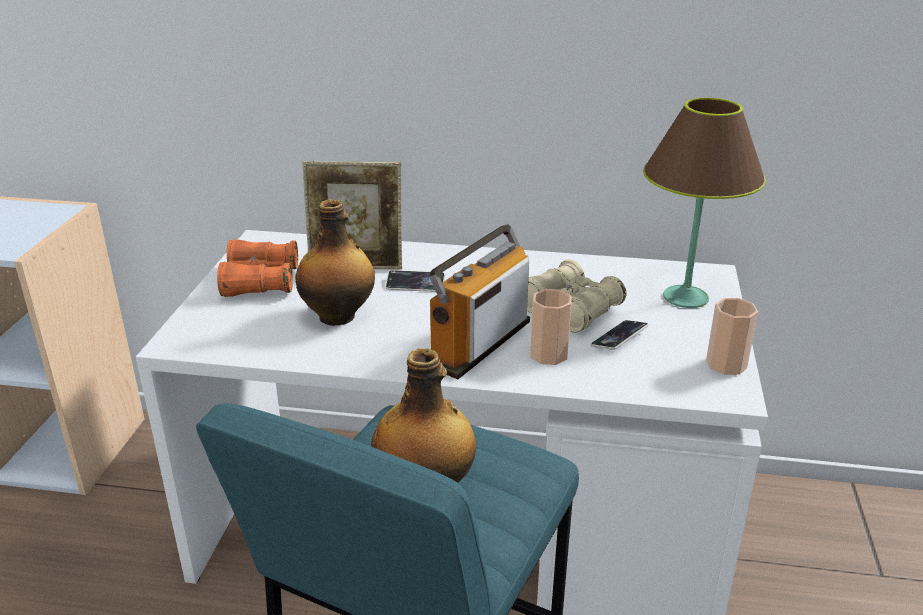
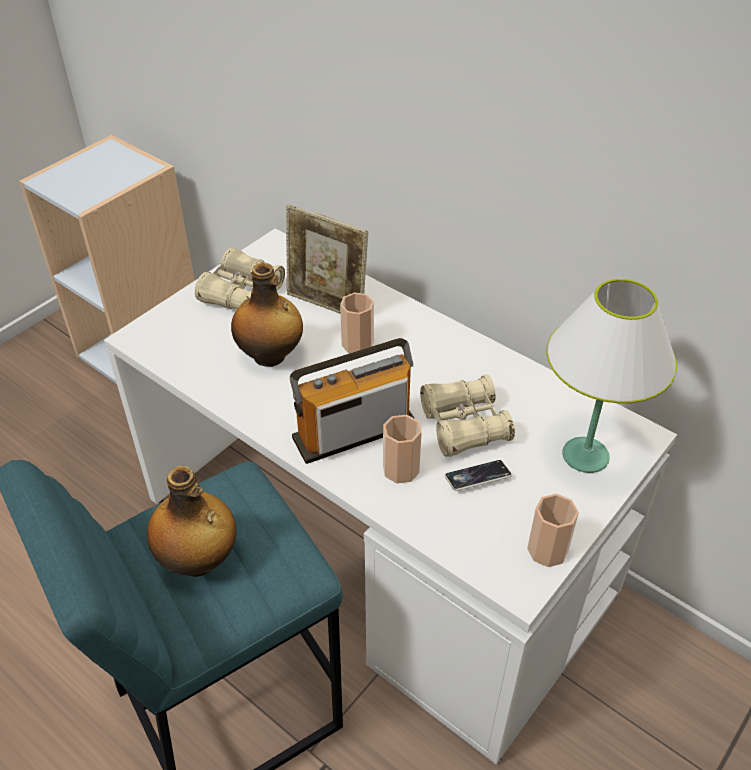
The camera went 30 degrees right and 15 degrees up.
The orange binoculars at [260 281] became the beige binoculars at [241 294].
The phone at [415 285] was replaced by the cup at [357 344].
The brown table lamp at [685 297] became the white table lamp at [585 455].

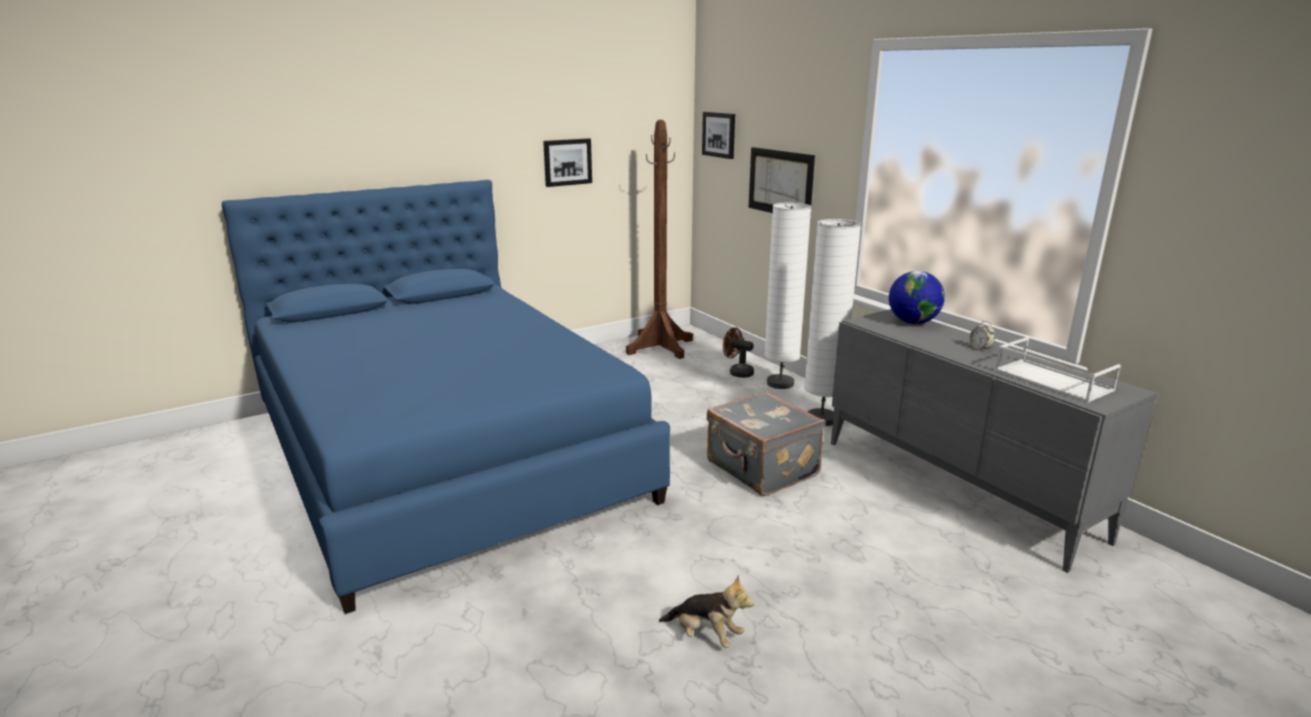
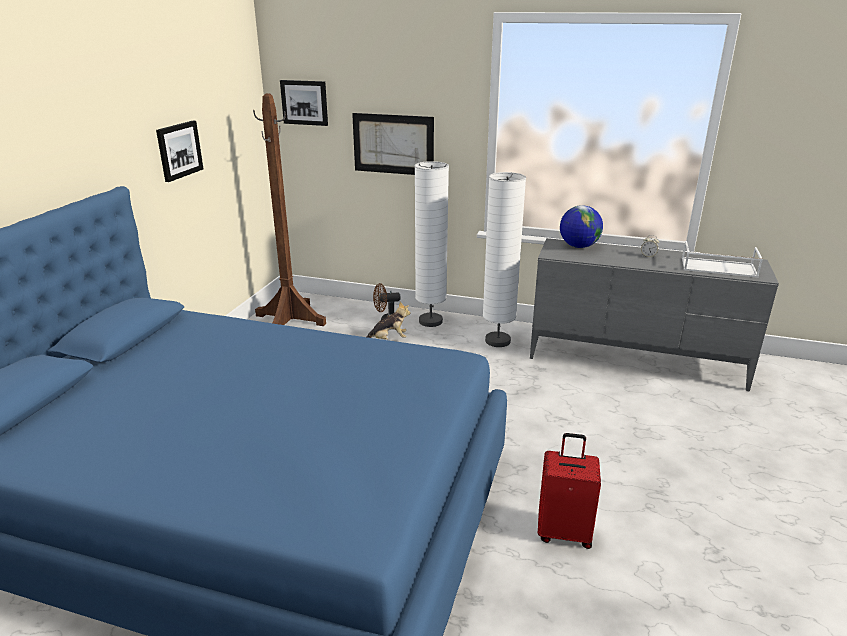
The camera went 40 degrees left and 5 degrees up.
The plush toy moved from [705 635] to [388 340].
The grey suitcase at [761 469] disappeared.
The red suitcase at [564 532] appeared.

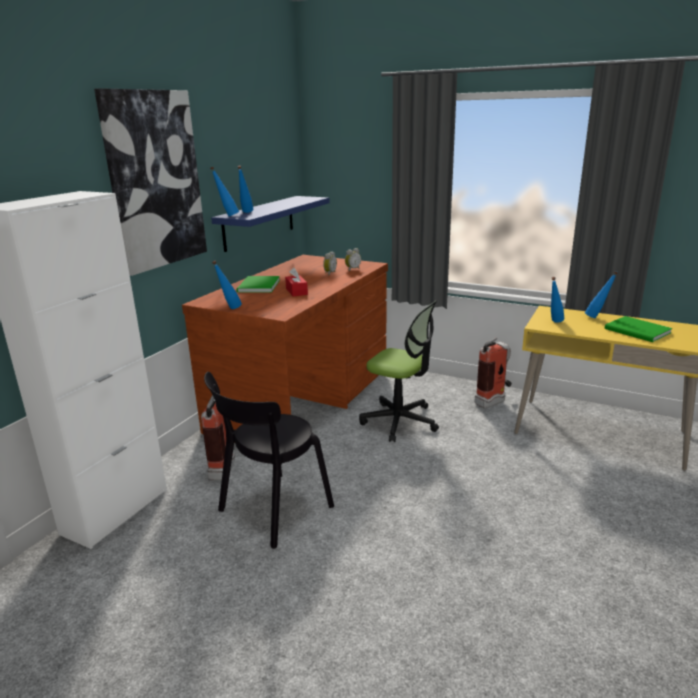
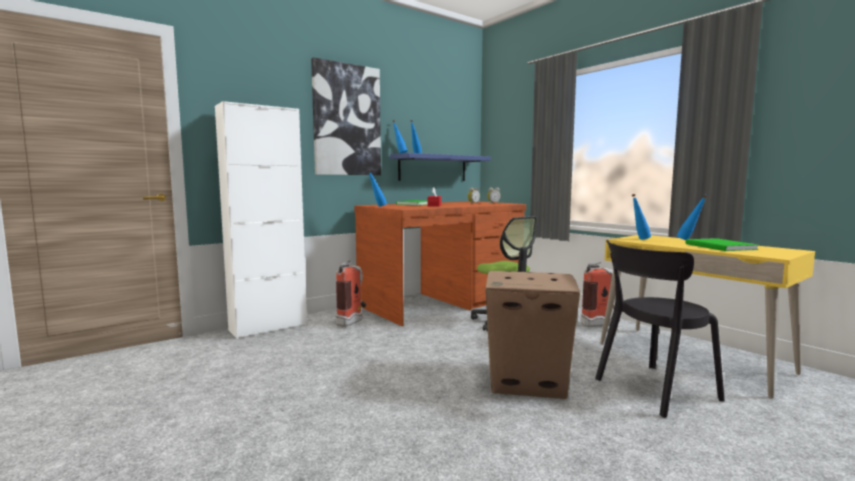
The camera went 25 degrees right and 15 degrees down.
The black chair moved from [272 511] to [652 390].
The cardboard box at [528 380] appeared.

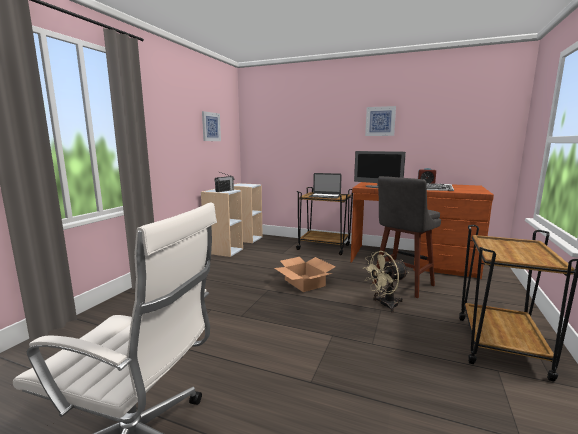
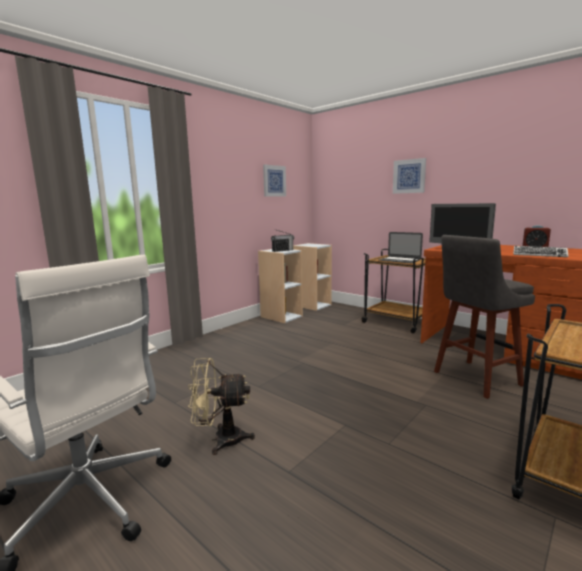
The camera went 20 degrees right and 0 degrees up.
The cardboard box at [304 283] disappeared.
The beige fan moved from [384 305] to [220 440].
The picture moved from [380 121] to [409 176].

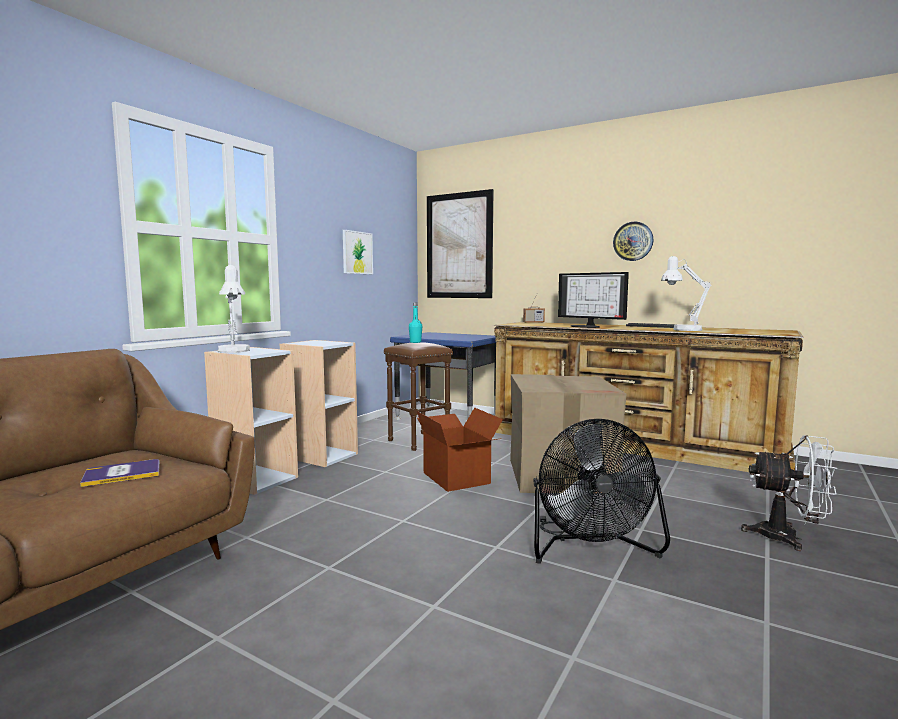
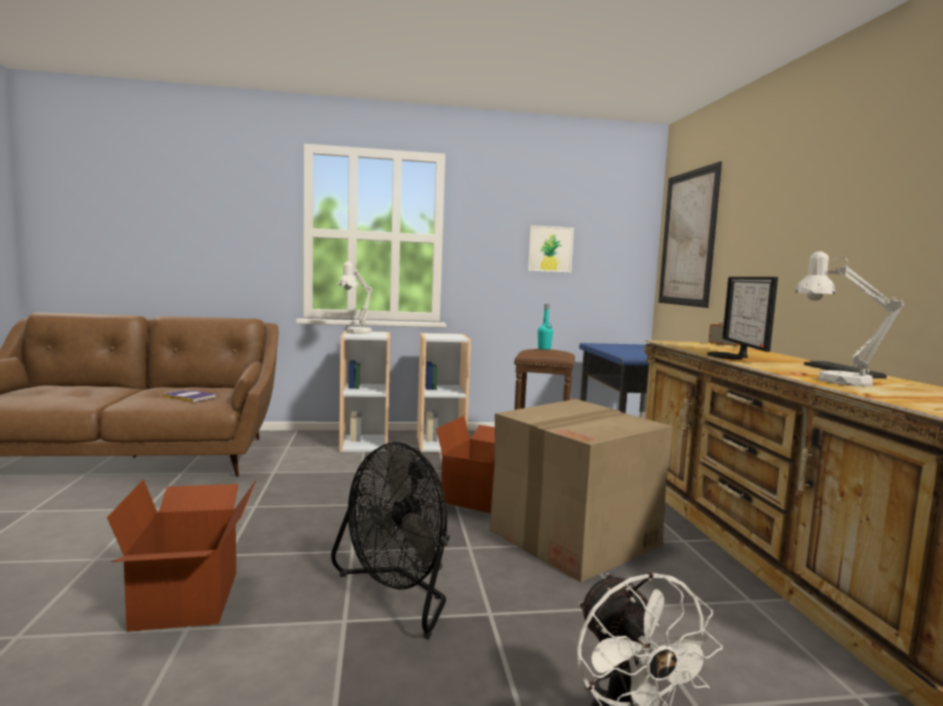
The camera went 50 degrees right and 0 degrees up.
The wall clock at [633 241] disappeared.
The cardboard box at [189 599] appeared.

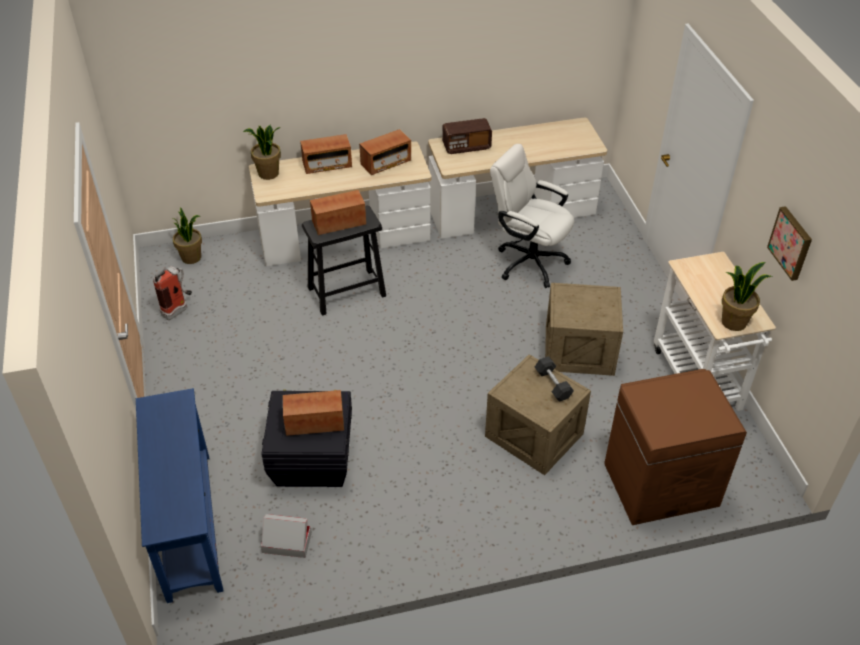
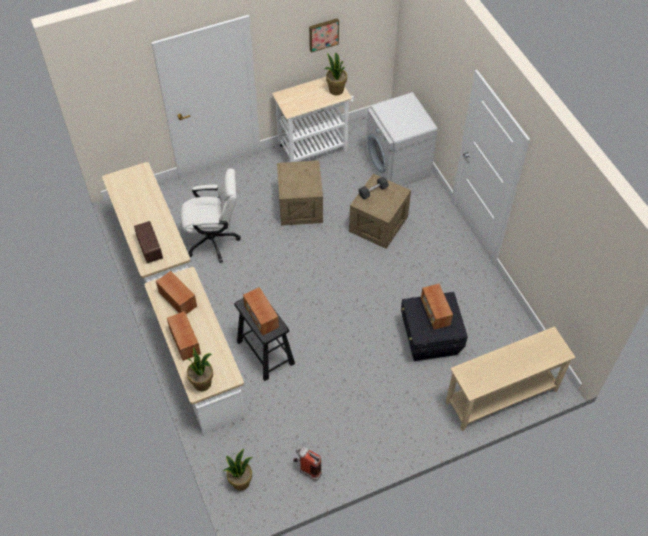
The camera went 100 degrees left and 10 degrees up.
The blue console table at [188 525] became the beige console table at [501 397].
The cardboard box at [286 542] disappeared.
The white office chair at [527 262] turned 120 degrees counterclockwise.
The brown washing machine at [658 481] became the white washing machine at [397 165].

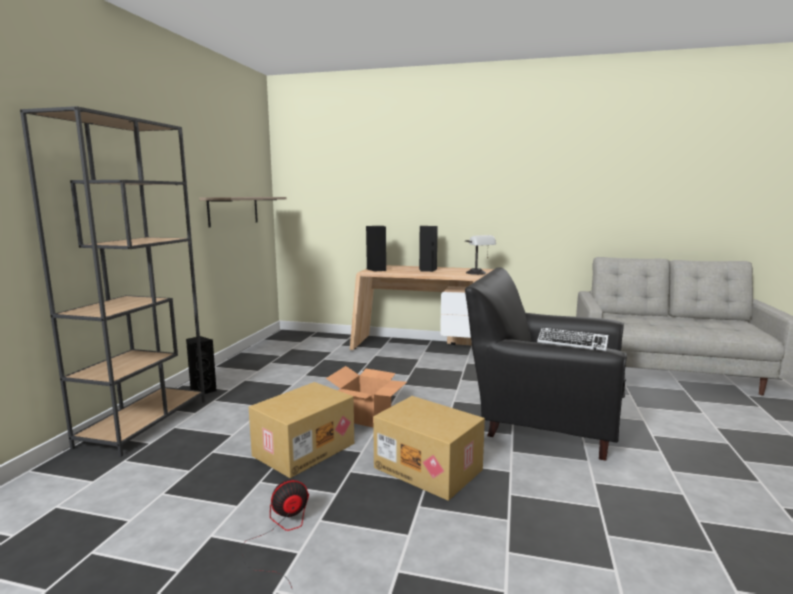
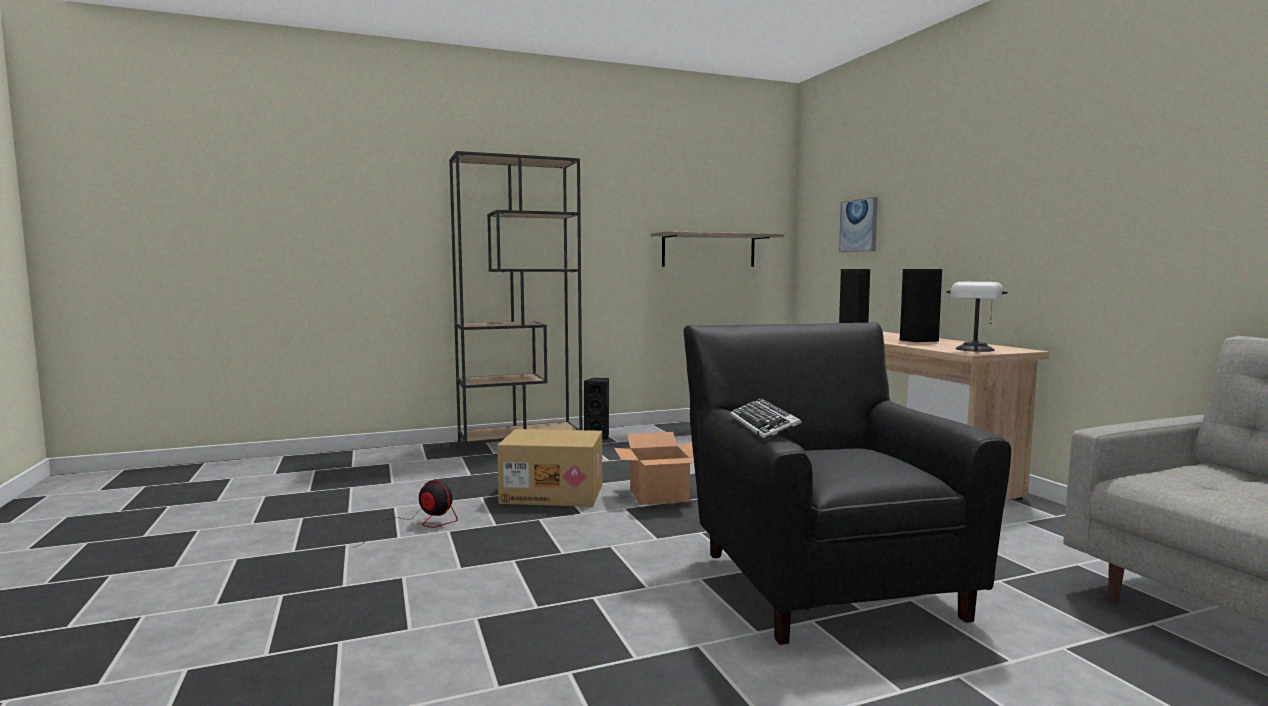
The camera went 55 degrees right and 5 degrees down.
The cardboard box at [429 468] disappeared.
The picture at [859 225] appeared.

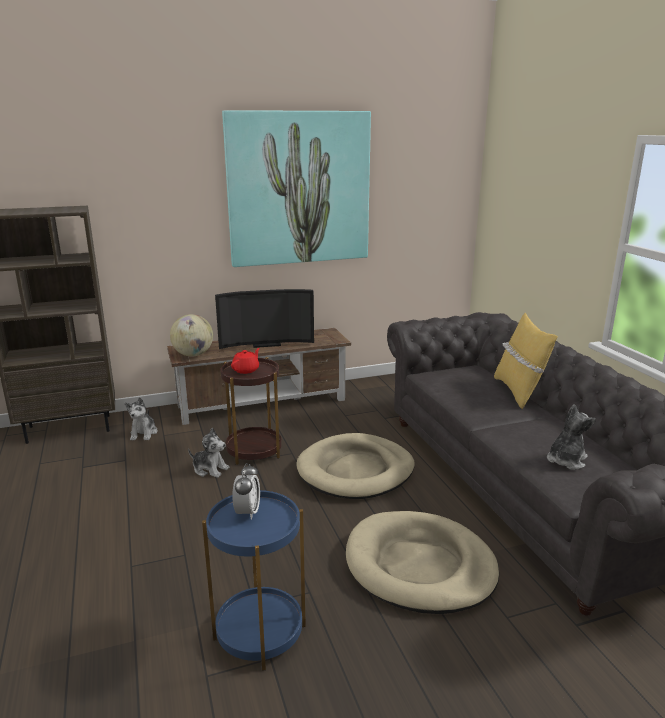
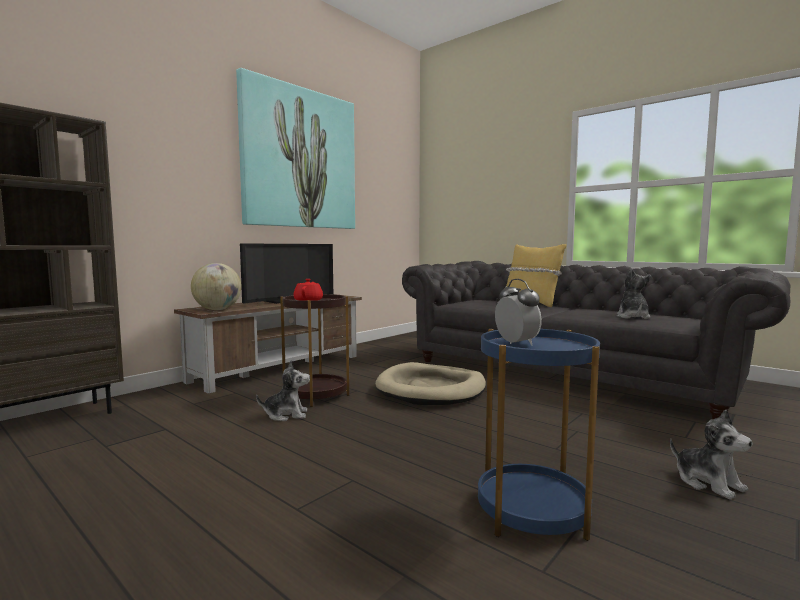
The camera went 30 degrees left and 15 degrees down.
The plush toy moved from [144 433] to [708 483].
The beige dog bed at [419 566] disappeared.

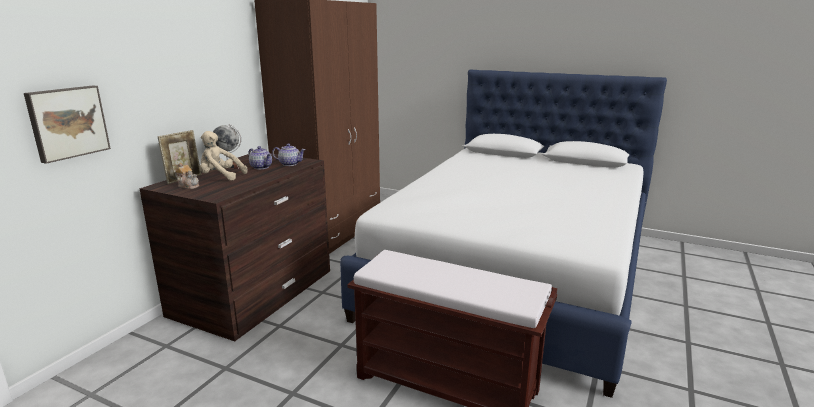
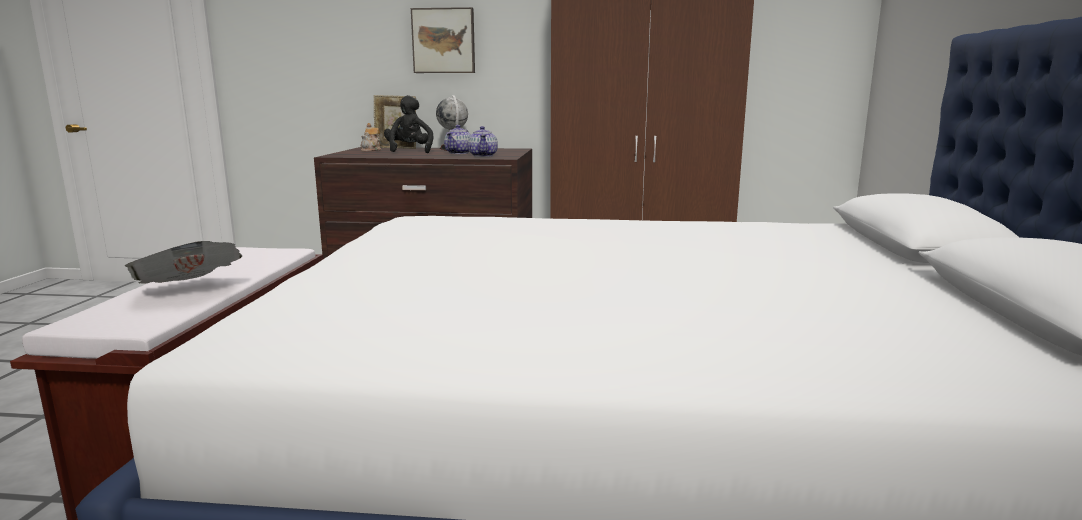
The camera went 70 degrees right and 5 degrees down.
The picture moved from [67 122] to [444 41].
The beige plush toy at [220 177] became the black plush toy at [409 151].
The newspaper at [190 291] appeared.

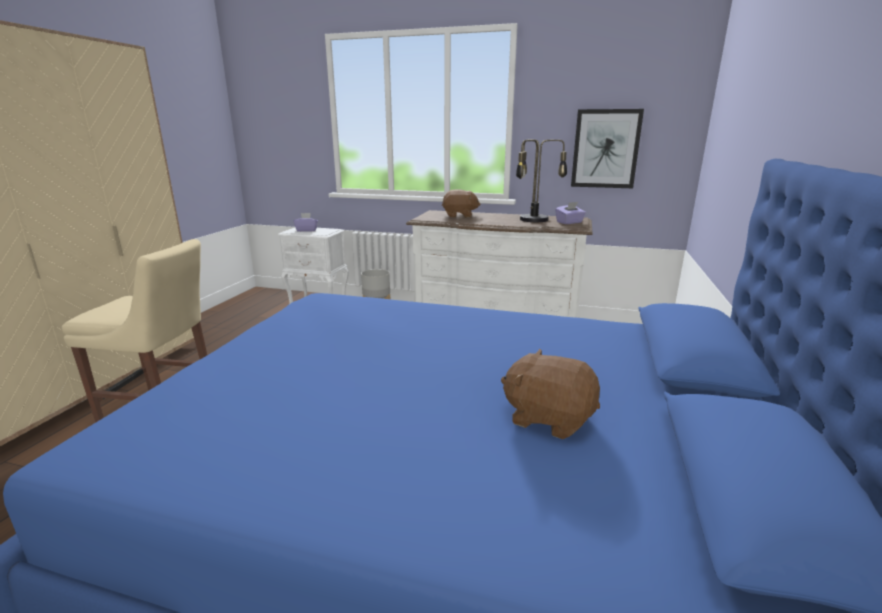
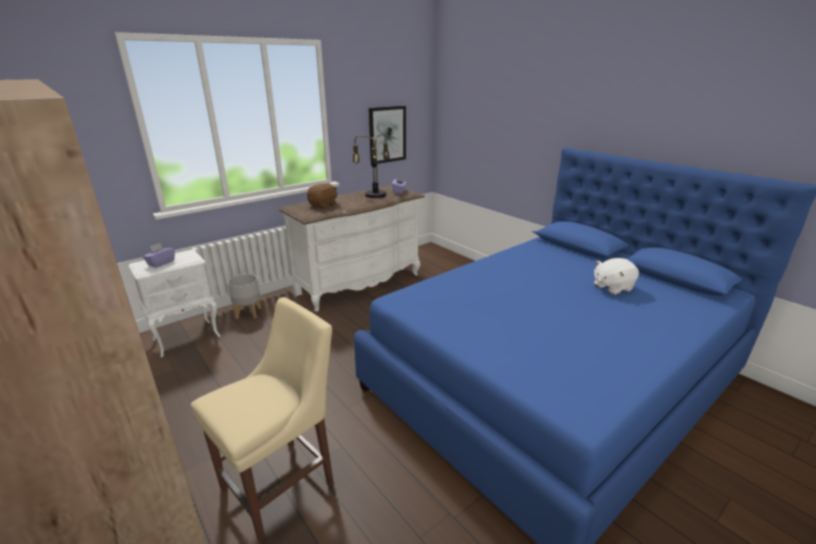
The camera went 55 degrees left and 5 degrees up.
The brown plush toy at [548 418] became the white plush toy at [612 287].

